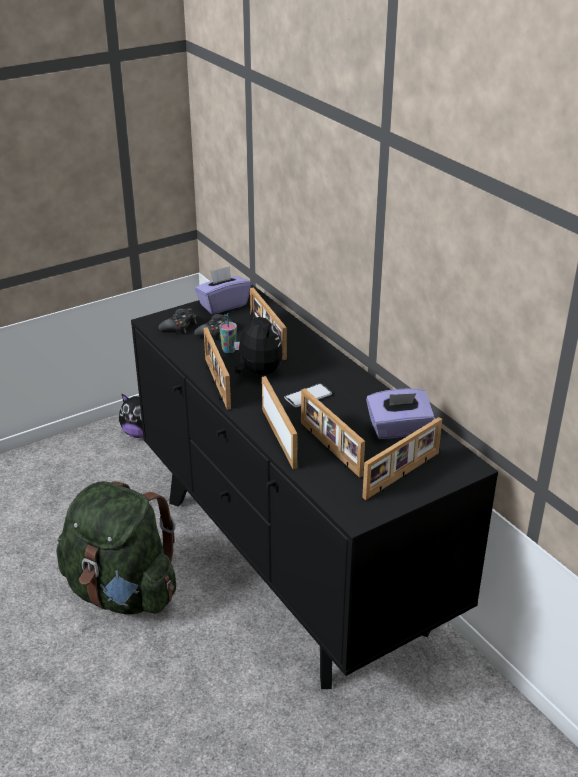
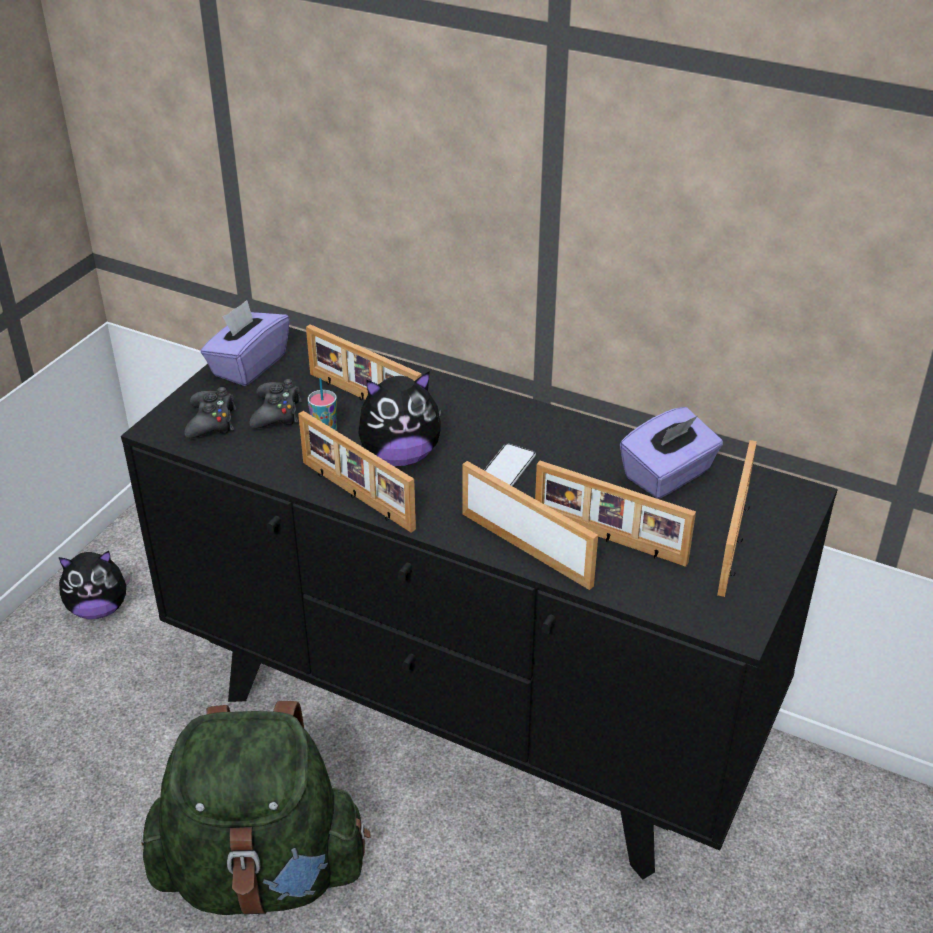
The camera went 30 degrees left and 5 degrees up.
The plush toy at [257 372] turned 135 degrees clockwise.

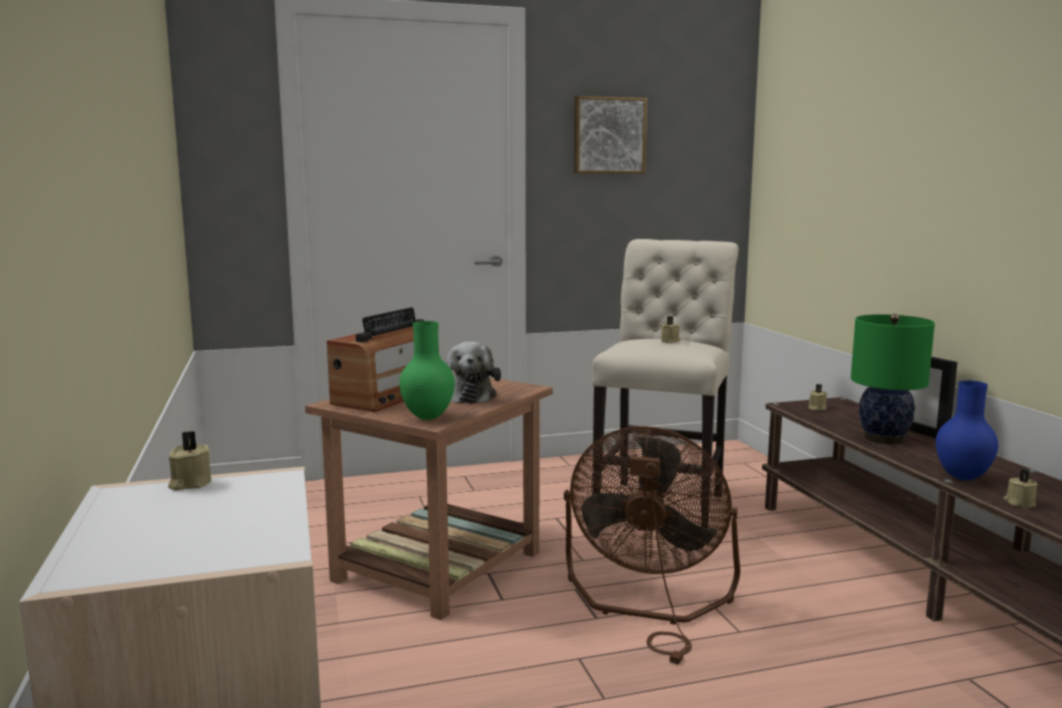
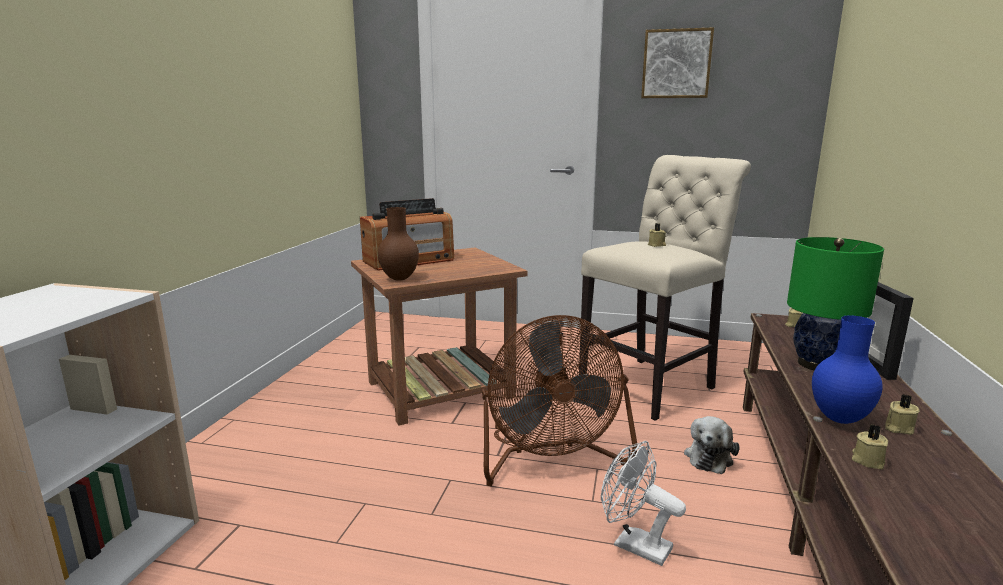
The camera went 30 degrees right and 5 degrees up.
The beige candle moved from [190 484] to [898 428].
The green vase at [427 417] became the brown vase at [399 278].
The plush toy moved from [470 395] to [709 457].
The brown fan at [649 607] turned 120 degrees clockwise.
The white fan at [633 544] appeared.

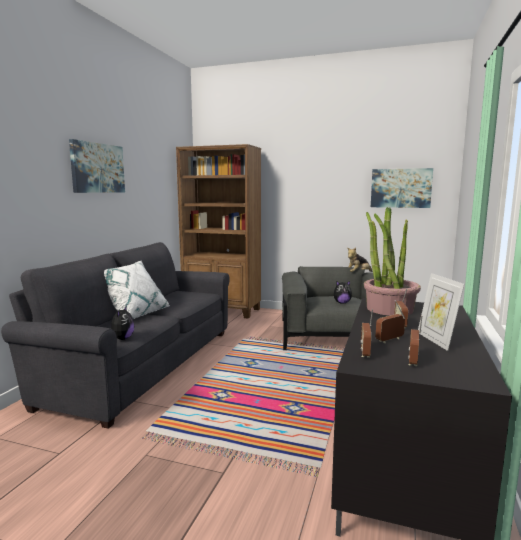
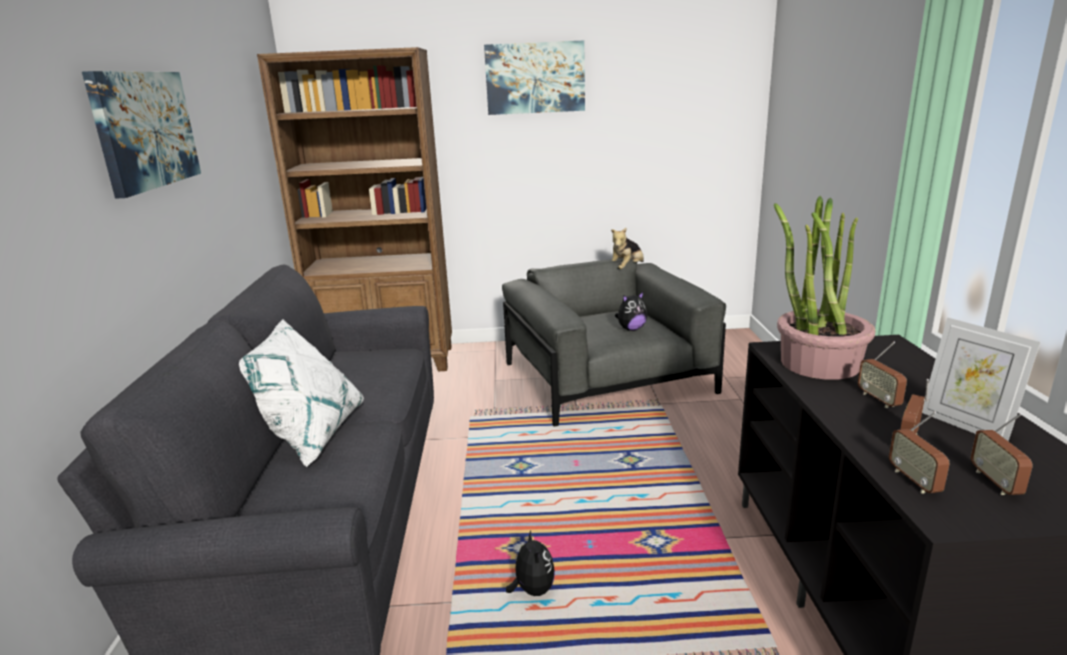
The camera went 20 degrees left and 10 degrees up.
The plush toy moved from [122 339] to [532 590].
The picture moved from [400 188] to [535 78].

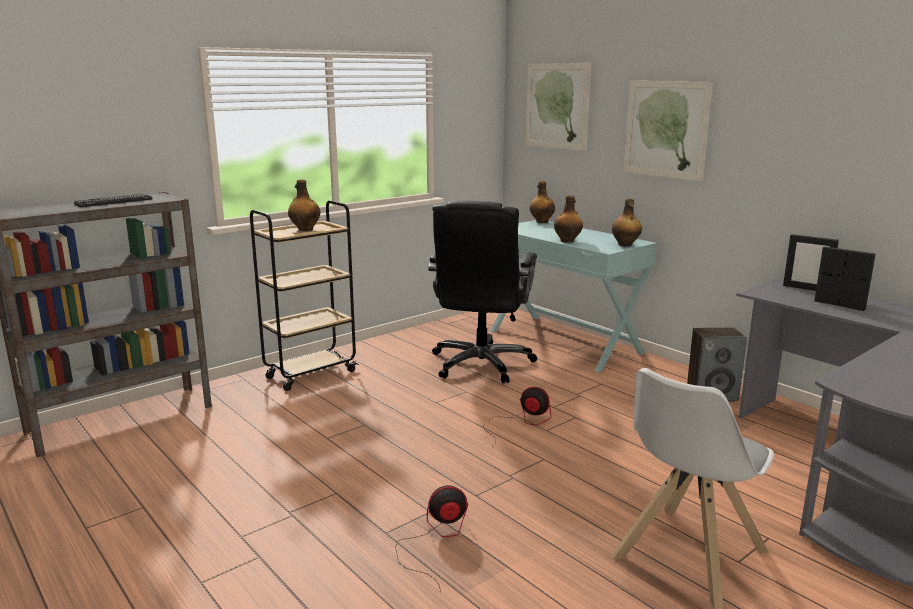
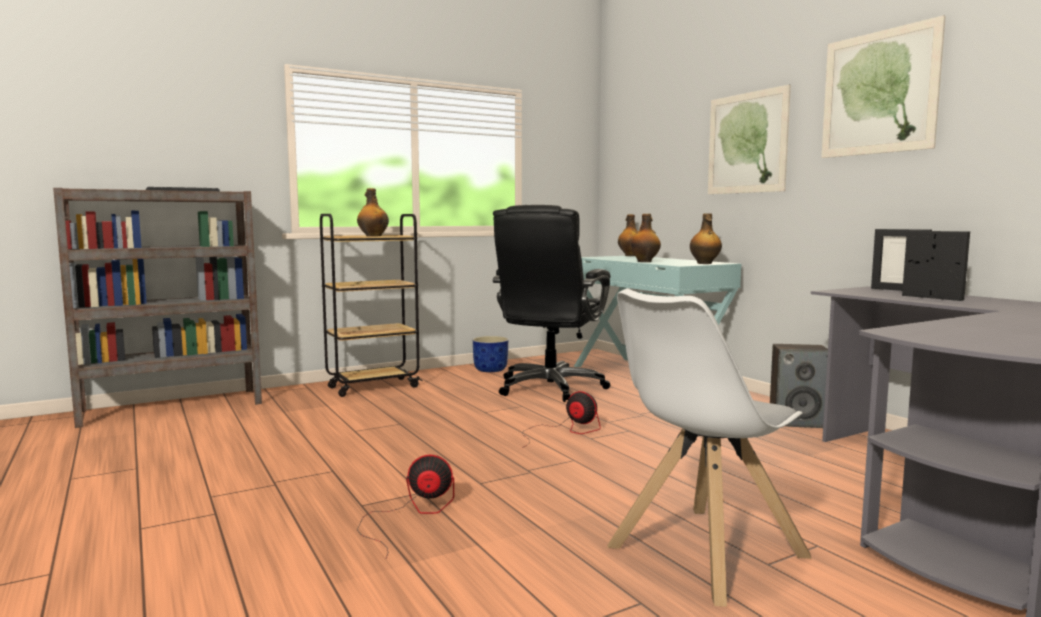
The camera went 10 degrees right and 10 degrees down.
The picture moved from [557 106] to [878 93].
The blue planter at [490 370] appeared.

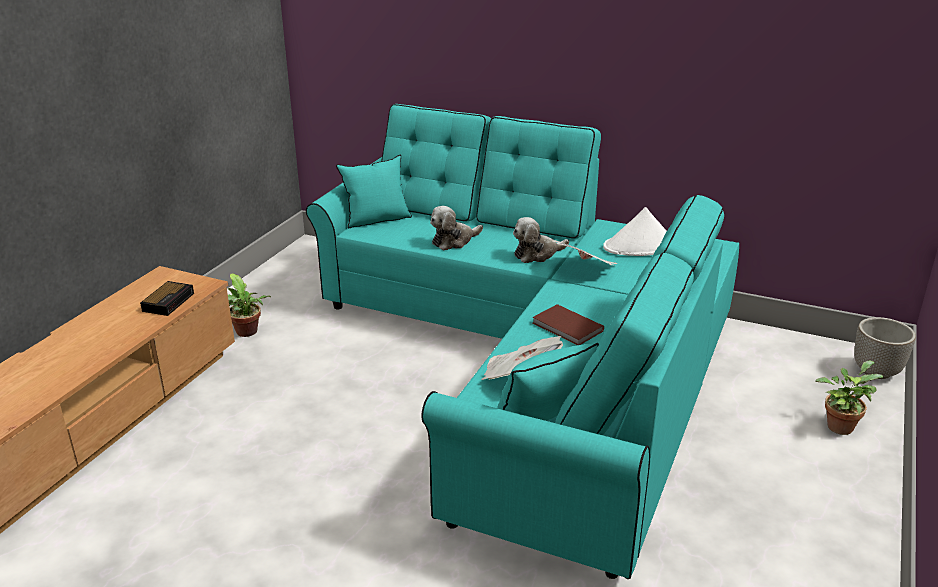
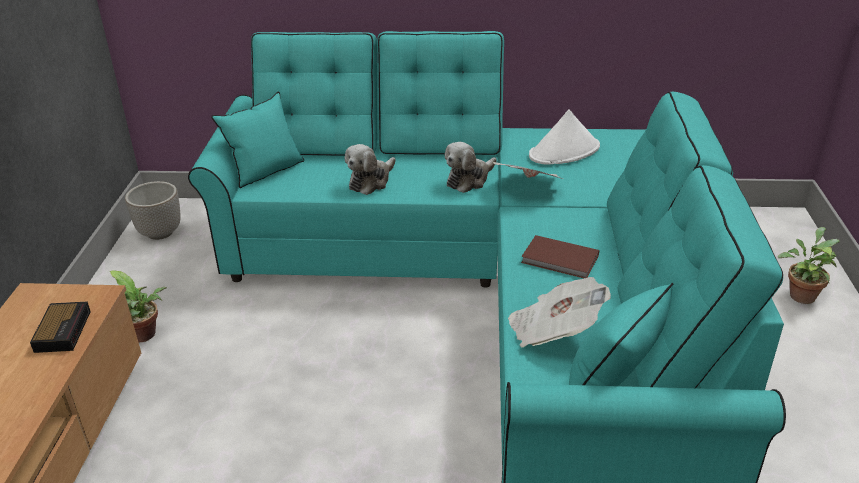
The camera went 20 degrees left and 5 degrees up.
The planter moved from [877 372] to [161 233].

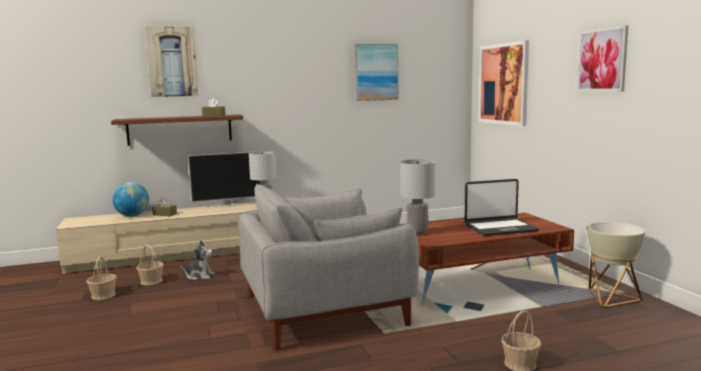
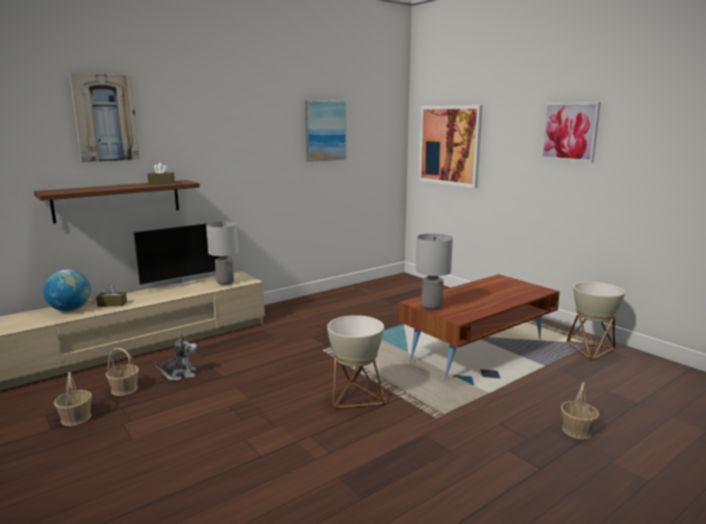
The camera went 20 degrees left and 5 degrees up.
The grey armchair at [324 310] was replaced by the planter at [355 399].
The laptop at [500 228] disappeared.

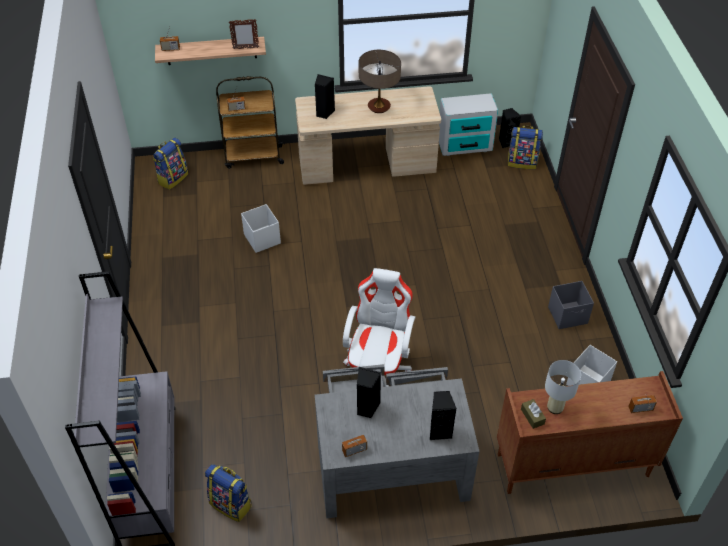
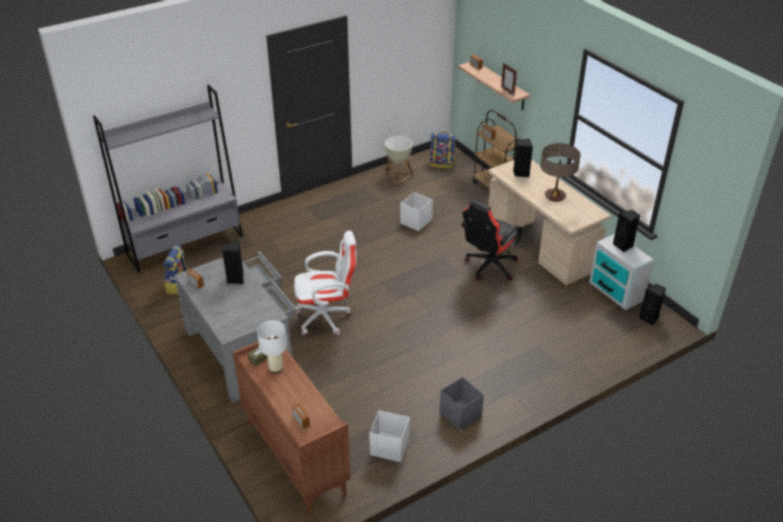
The camera went 65 degrees right and 10 degrees down.
The black speaker moved from [440 430] to [623 246].
The backpack at [522 162] disappeared.
The planter at [398 177] appeared.
The black office chair at [488 268] appeared.

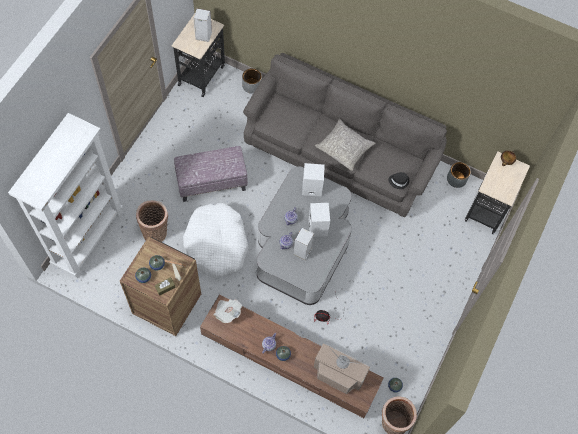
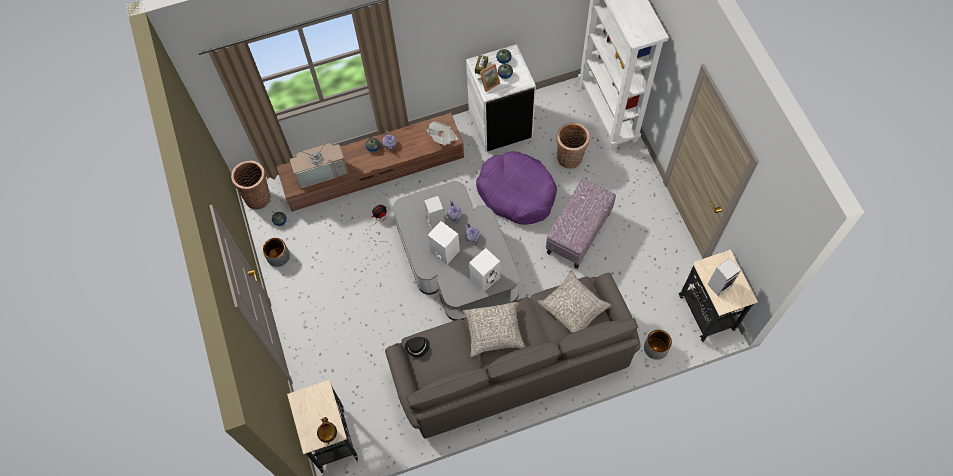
The camera went 140 degrees right and 0 degrees up.
The brown cabinet at [166 303] became the white cabinet at [501 124].
The white dog bed at [216 244] became the purple dog bed at [516 193].
The grey planter moved from [456 179] to [278 257].
The grey pillow at [574 307] appeared.

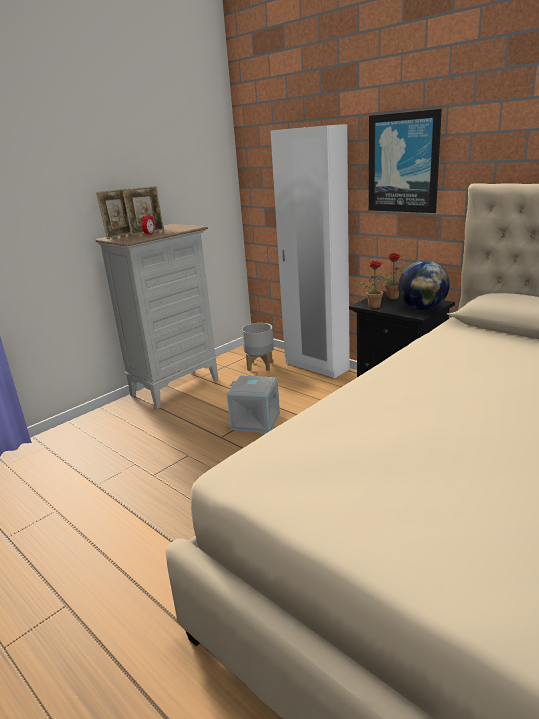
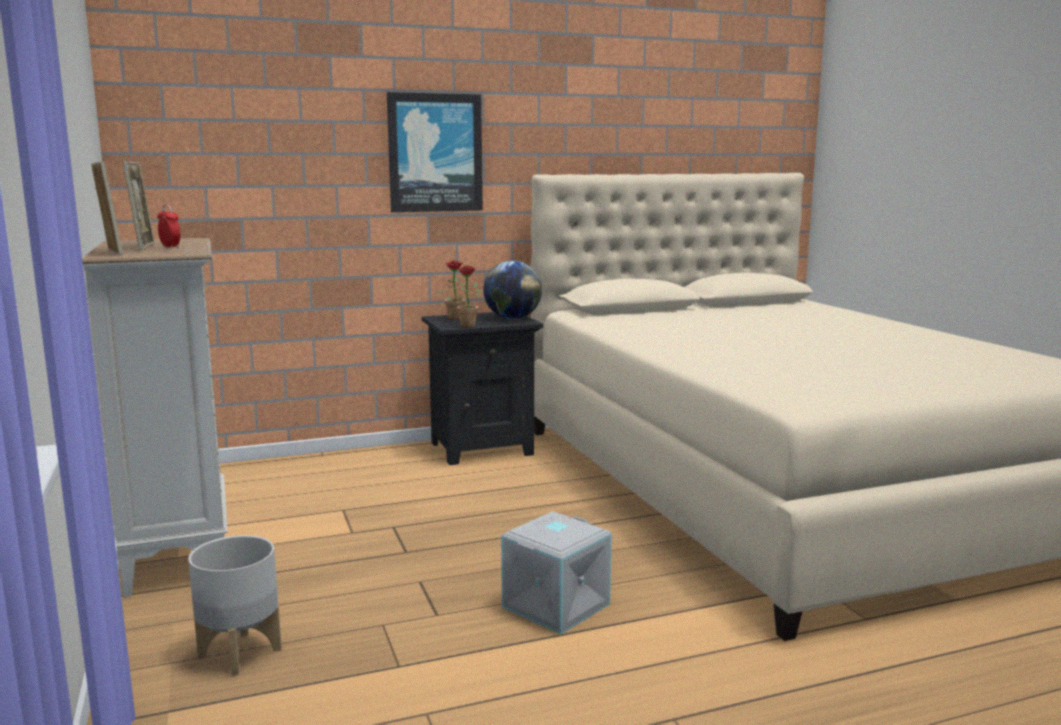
The camera went 65 degrees left and 10 degrees down.
The grey storage box moved from [255 421] to [557 606].
The grey planter moved from [259 366] to [239 653].
The white wardrobe at [316 366] disappeared.

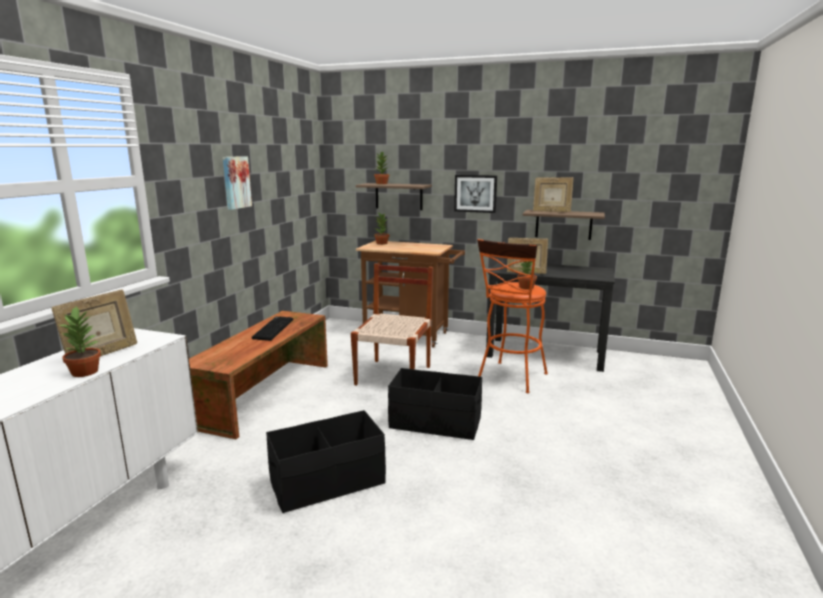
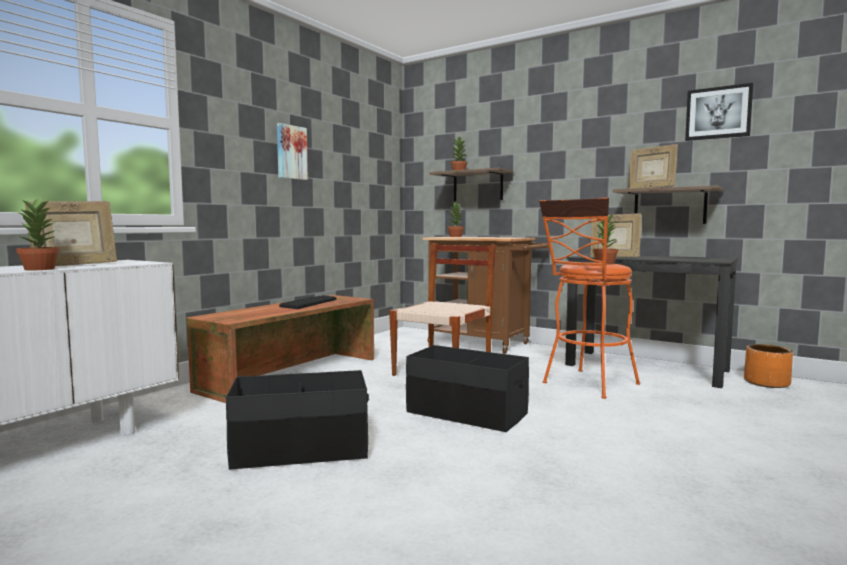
The camera went 15 degrees right and 10 degrees down.
The picture moved from [475 193] to [718 113].
The orange planter at [767 383] appeared.

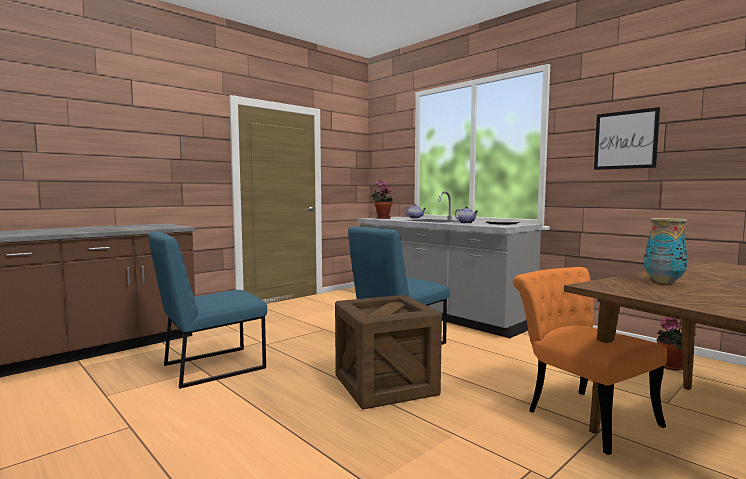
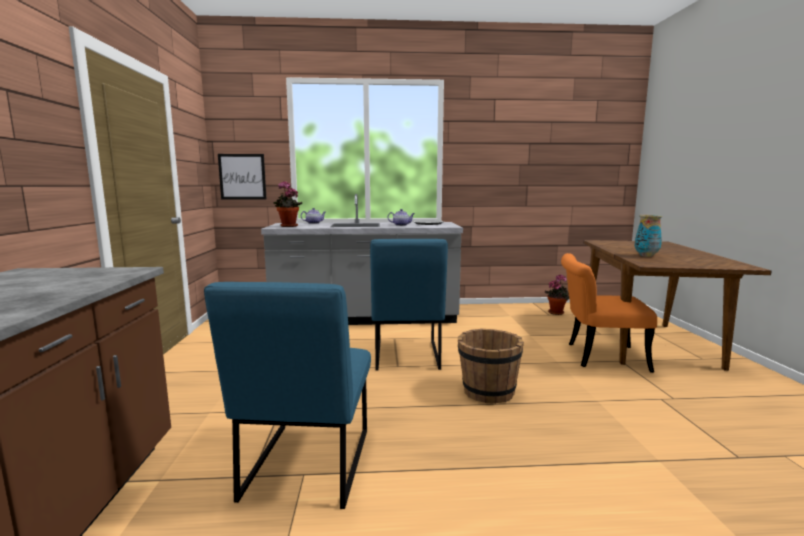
The camera went 50 degrees left and 5 degrees up.
The crate at [385 385] was replaced by the brown bucket at [487 392].
The picture moved from [625 140] to [242 176].

